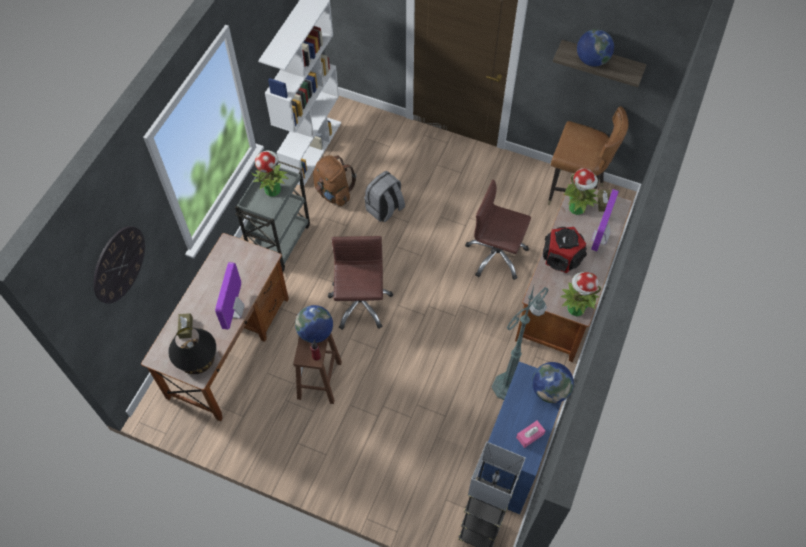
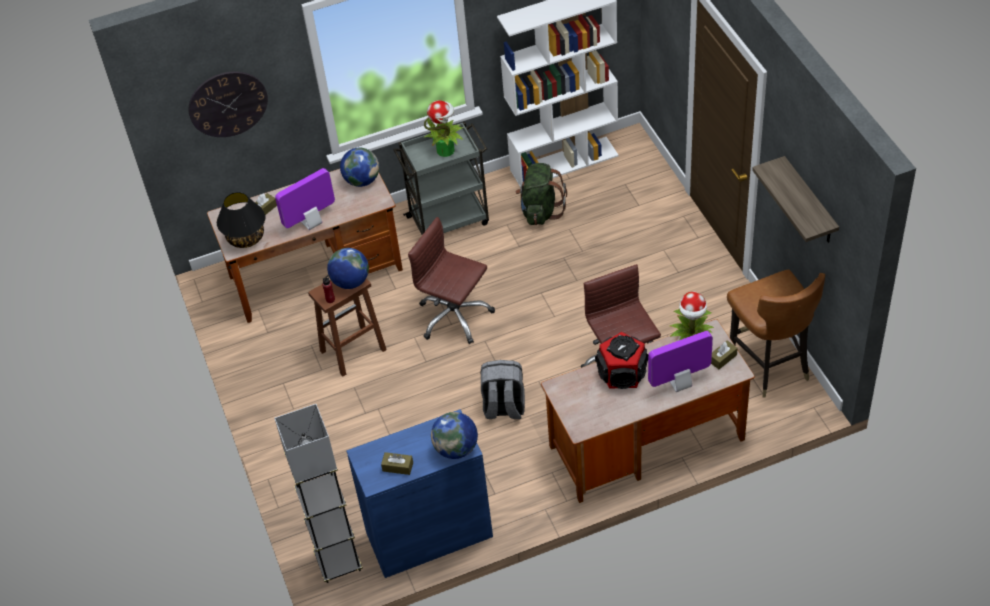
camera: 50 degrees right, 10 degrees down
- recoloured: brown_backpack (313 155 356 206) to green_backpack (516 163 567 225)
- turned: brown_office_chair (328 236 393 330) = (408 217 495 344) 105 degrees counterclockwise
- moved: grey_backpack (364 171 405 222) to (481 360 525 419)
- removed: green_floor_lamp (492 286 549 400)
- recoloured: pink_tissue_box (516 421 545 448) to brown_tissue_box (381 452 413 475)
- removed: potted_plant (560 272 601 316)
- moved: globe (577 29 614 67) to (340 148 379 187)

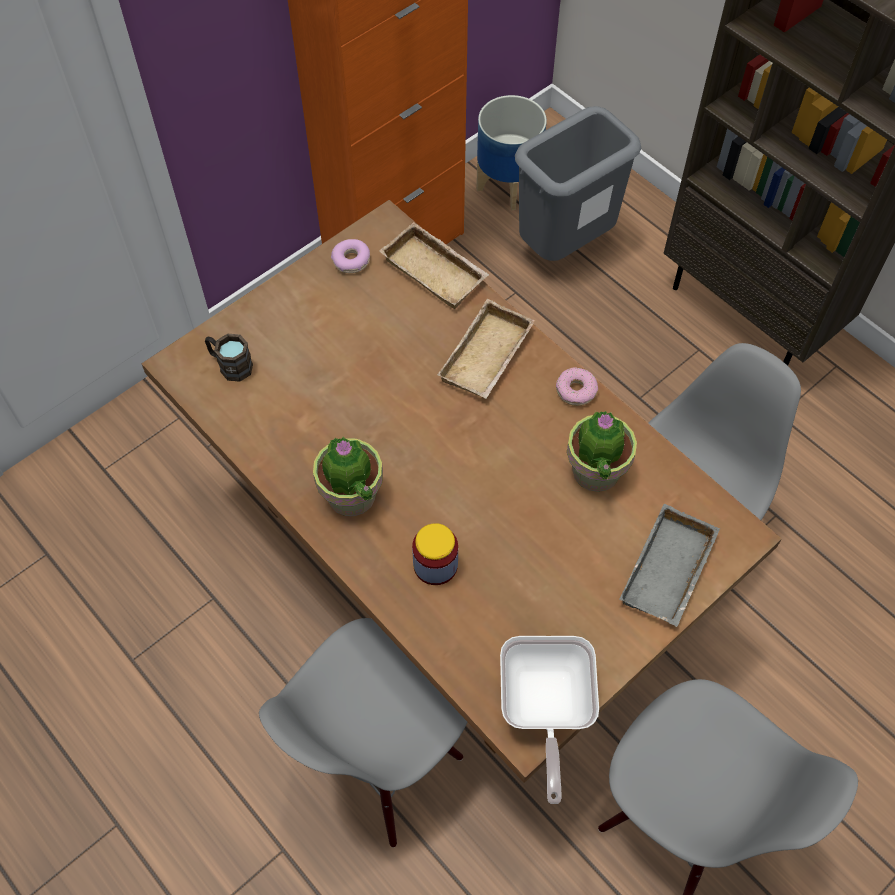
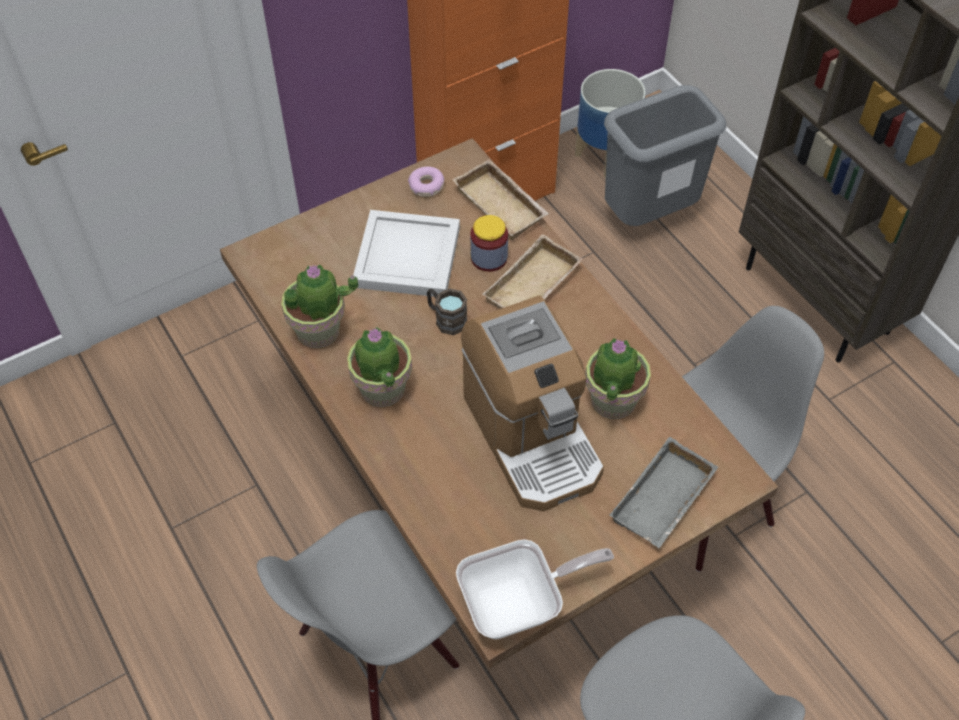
camera: 10 degrees right, 5 degrees down
- moved: brown_mug (205 334 253 382) to (427 288 467 335)
- moved: jar (412 523 458 585) to (470 215 508 272)
- turned: frying_pan (500 636 599 804) = (456 539 614 639) 120 degrees counterclockwise
- removed: donut (556 367 598 406)
- added: potted_plant (281 265 358 348)
- added: white_tray (353 210 460 297)
- added: coffee_machine (461 296 604 511)

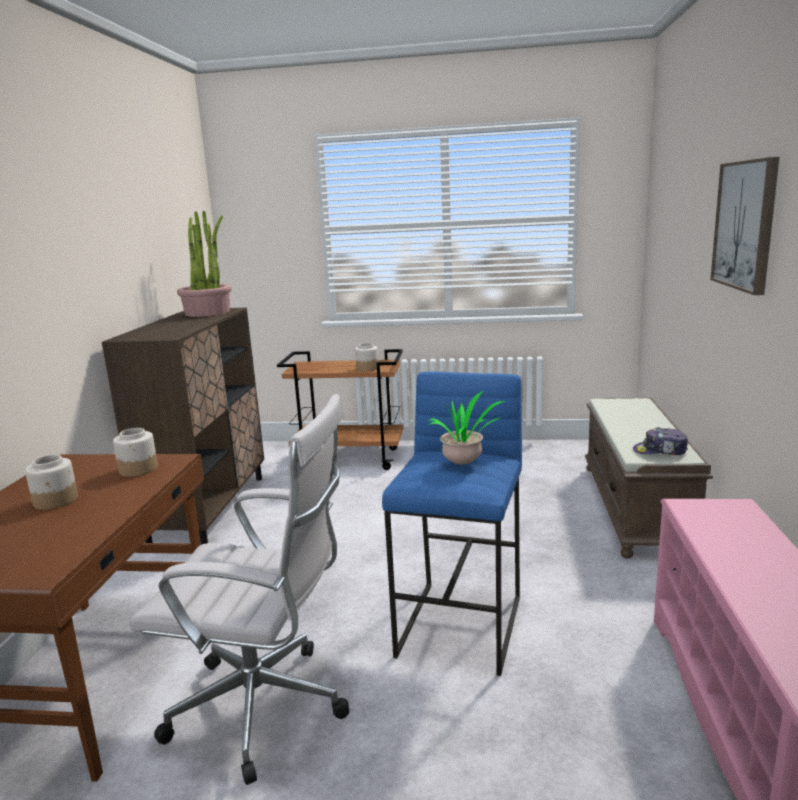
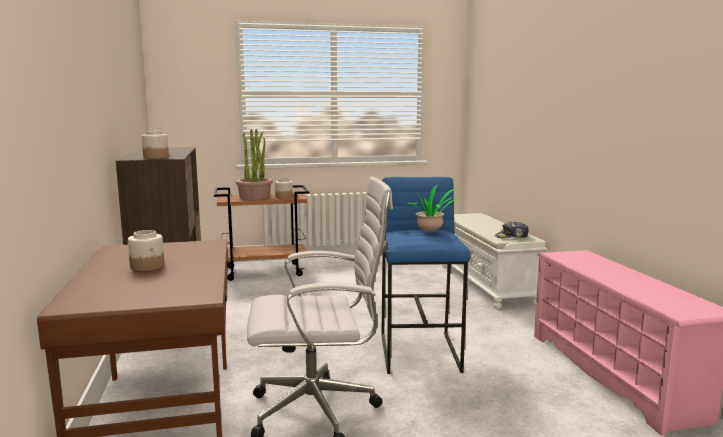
camera: 20 degrees left, 5 degrees down
- moved: jar (113 428 158 477) to (142 131 169 159)
- moved: potted_plant (177 211 232 317) to (236 129 273 200)
- recoloured: brown_bench (585 397 713 559) to white_bench (442 213 548 309)
- removed: picture (710 157 779 295)

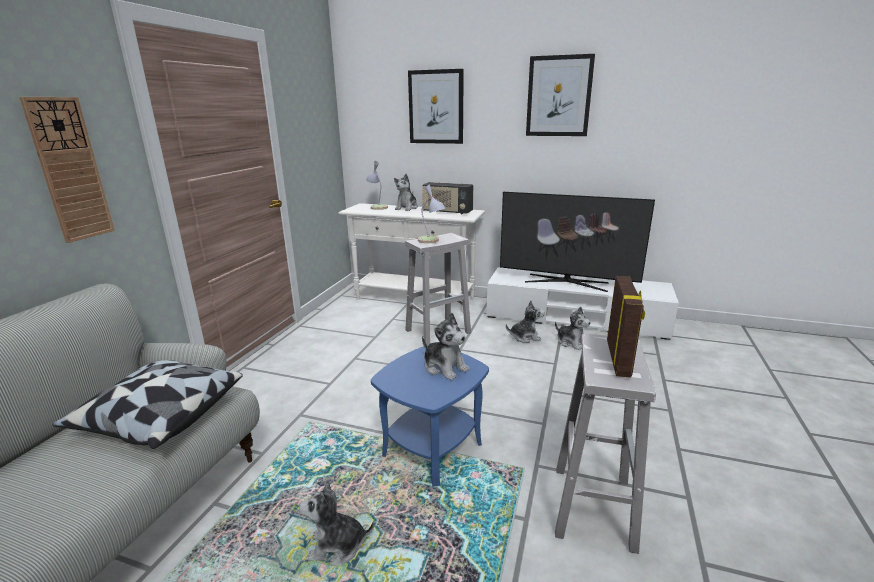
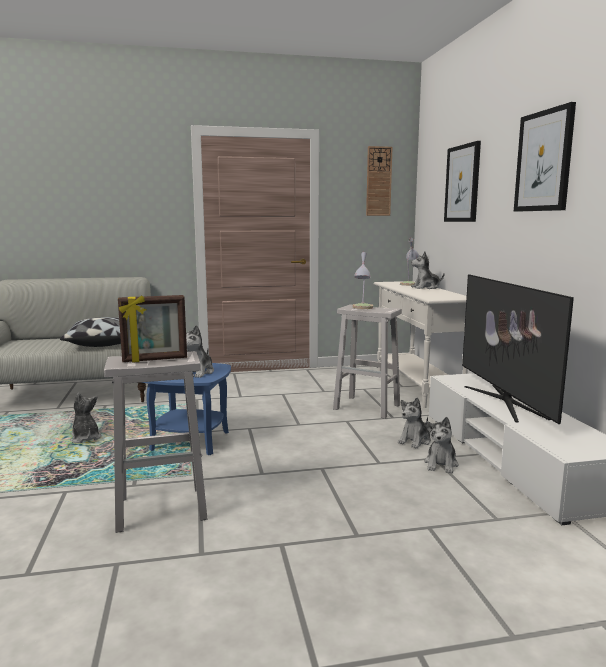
camera: 60 degrees right, 10 degrees down
- moved: wall_clock (19 97 115 243) to (366 146 393 216)
- removed: radio (422 182 473 215)
- turned: plush_toy (506 301 545 343) = (398 397 431 448) 75 degrees clockwise

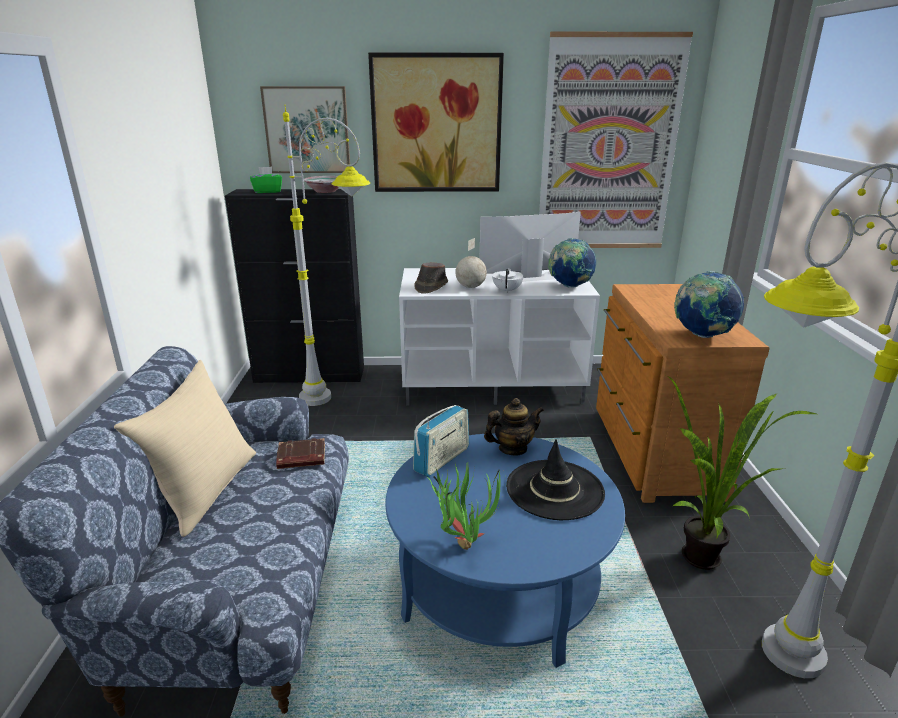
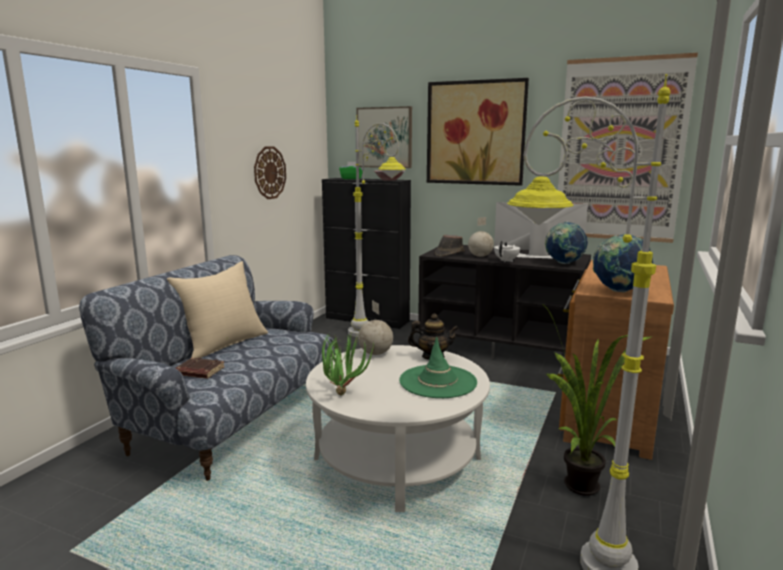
camera: 25 degrees right, 10 degrees down
- moved: brown_book (276 438 325 469) to (176 358 225 379)
- recoloured: blue_coffee_table (386 433 625 668) to white_coffee_table (306 345 490 512)
- recoloured: white_tv_stand (399 268 600 405) to black_tv_stand (418 245 591 359)
- replaced: radio (413 405 469 477) to globe (358 300 393 355)
- recoloured: black_hat (506 439 605 520) to green_hat (399 337 477 398)
- added: wall_clock (254 146 286 199)

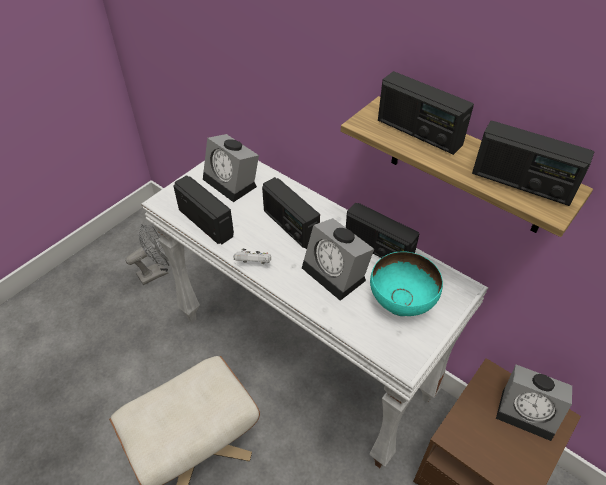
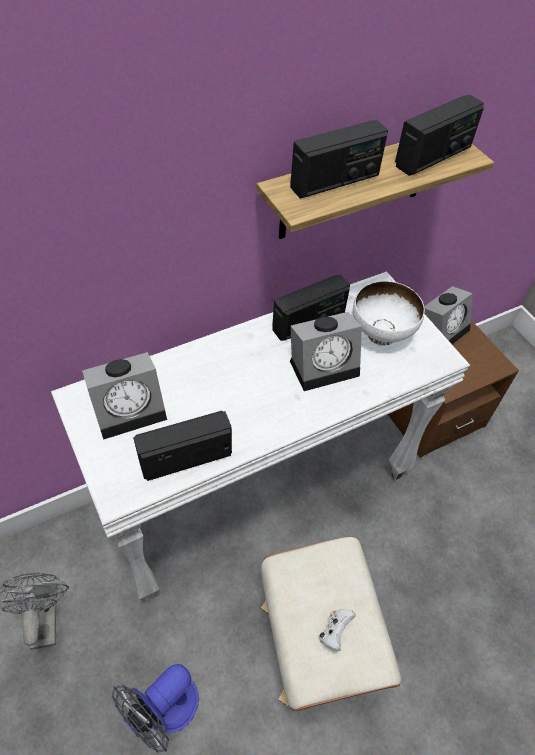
camera: 70 degrees left, 5 degrees up
- moved: white_game_controller (234 248 271 264) to (319 609 356 651)
- removed: radio (262 177 320 249)
- recoloured: turquoise_bowl (370 251 443 316) to white_bowl (353 281 425 346)
- added: fan (112 664 199 753)

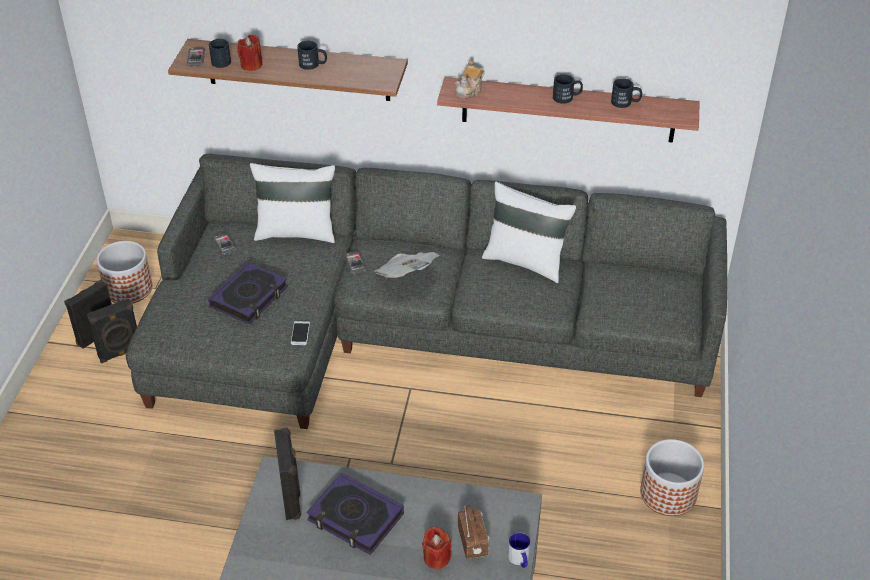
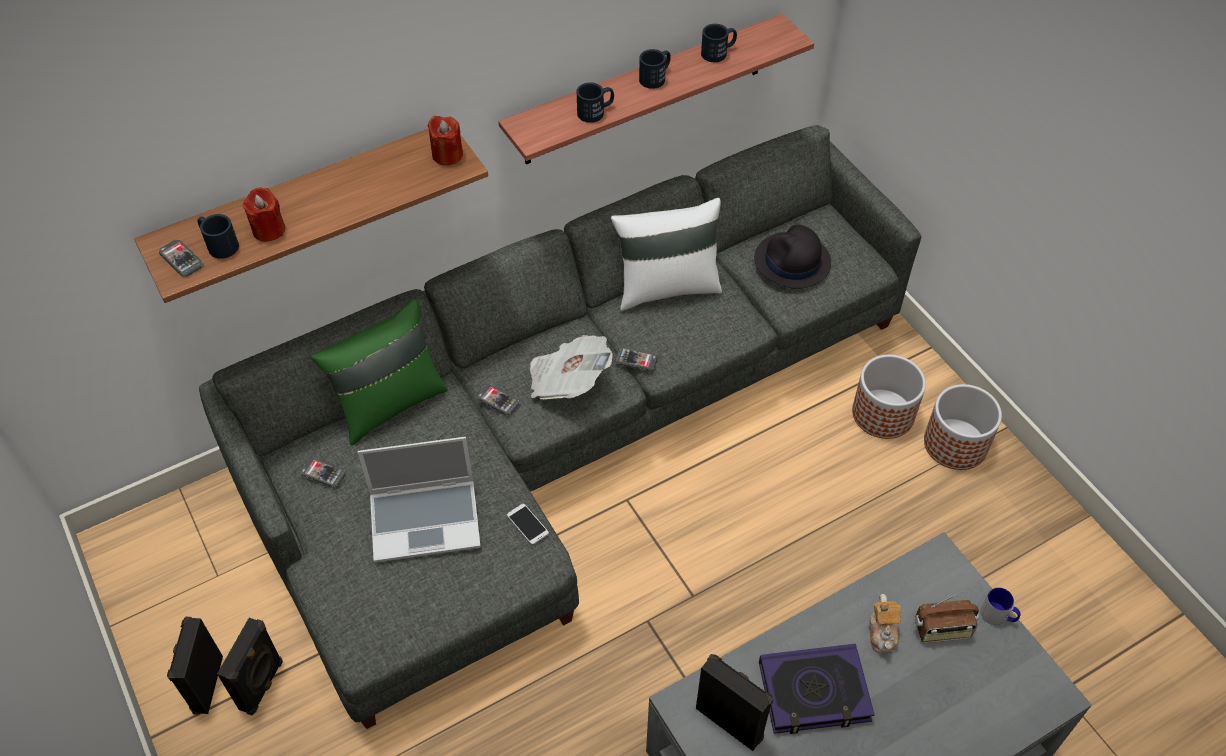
camera: 40 degrees left, 10 degrees up
- moved: planter (96 241 153 304) to (852 354 926 439)
- replaced: book (208 262 288 324) to laptop (358 437 481 563)
- recoloured: white_pillow (250 163 335 243) to green_pillow (310 299 448 445)
- moved: black_mug (297 41 327 70) to (576 82 614 123)
- moved: red_candle (422 526 451 569) to (427 116 463 166)
- moved: teapot (455 60 484 99) to (869 594 901 654)
- turned: radio (458 505 489 559) = (915 591 979 643) 135 degrees clockwise
- added: phone (615 347 657 371)
- added: black_hat (754 225 831 289)

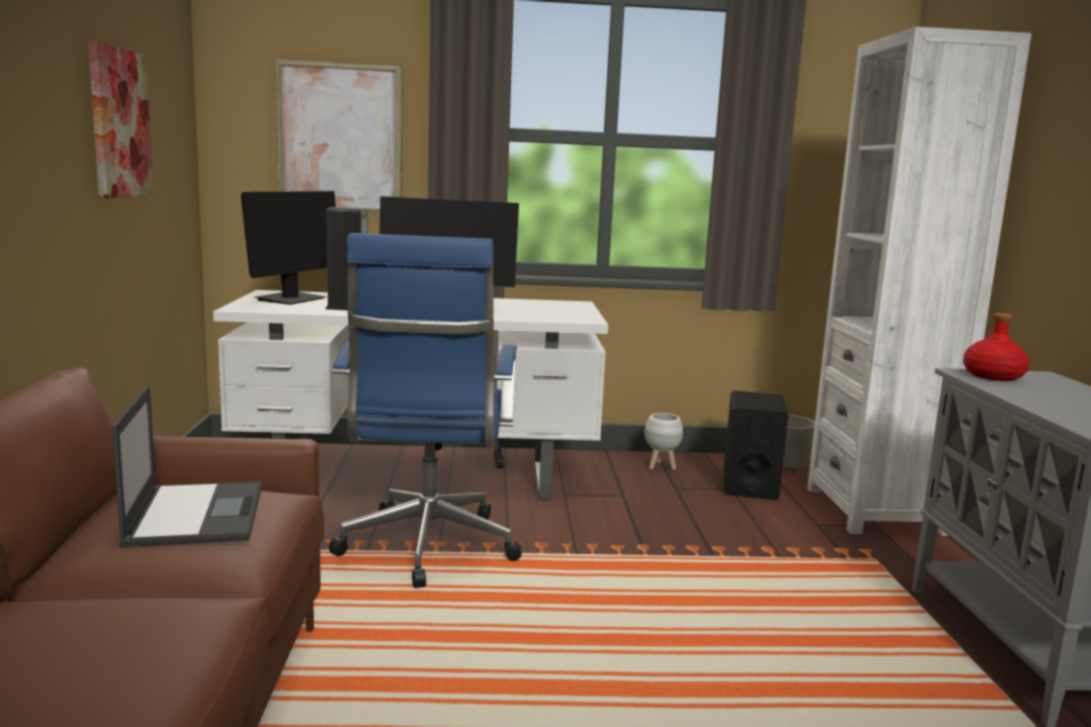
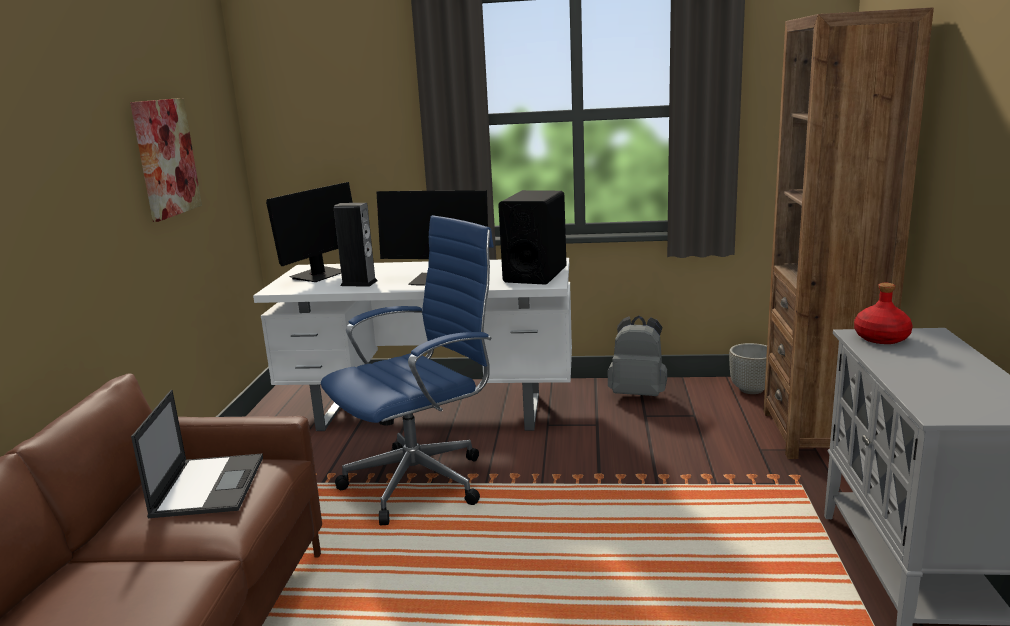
camera: 10 degrees right, 5 degrees up
- removed: picture (275 59 403 214)
- turned: blue_office_chair (329 233 521 588) = (321 215 494 525) 135 degrees counterclockwise
- replaced: white_planter (644 413 683 470) to grey_backpack (607 316 667 396)
- moved: black_speaker (724 391 788 500) to (498 190 566 285)
- recoloured: white_bookcase (807 27 1032 536) to brown_bookcase (763 7 934 459)

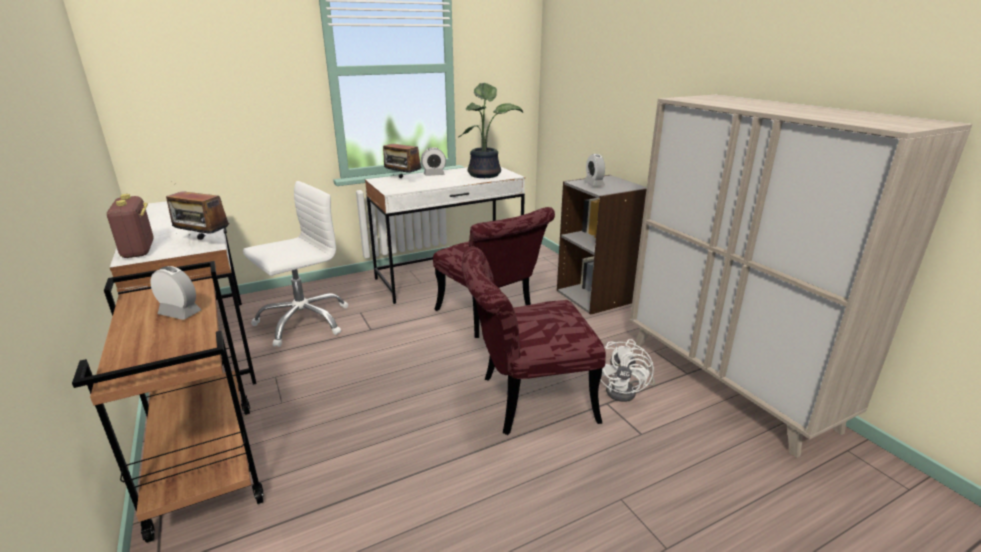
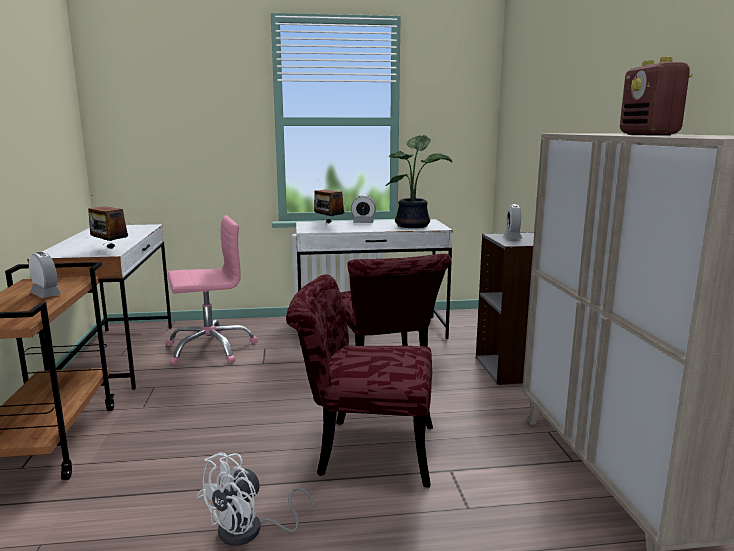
camera: 20 degrees right, 10 degrees down
- moved: radio (107 194 153 258) to (620 57 693 135)
- recoloured: white_office_chair (243 181 348 347) to pink_office_chair (166 215 258 365)
- moved: white_fan (601 339 655 402) to (197 452 315 546)

